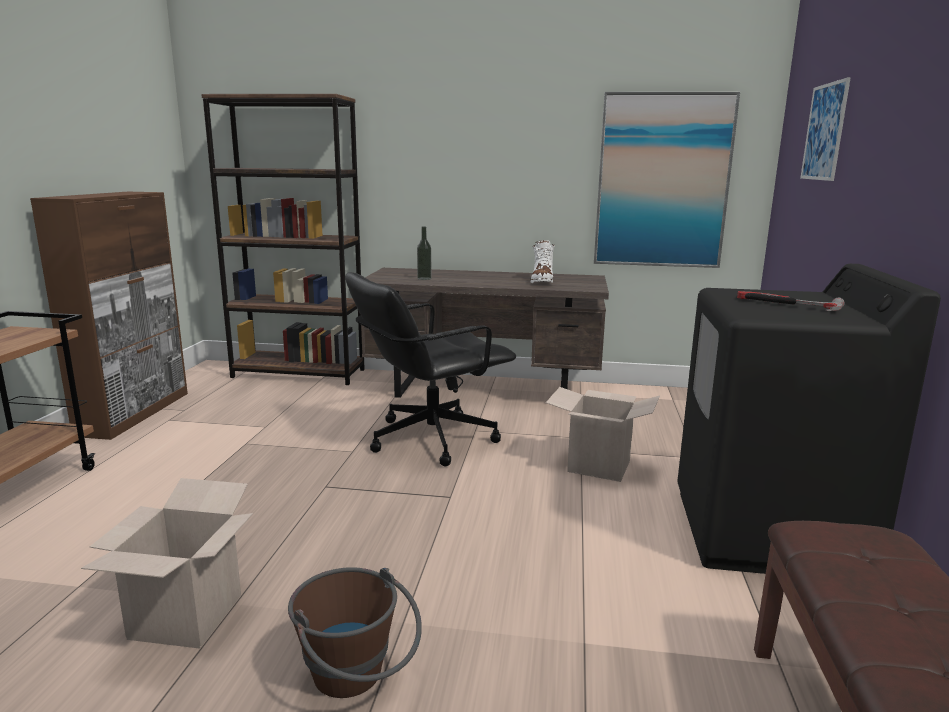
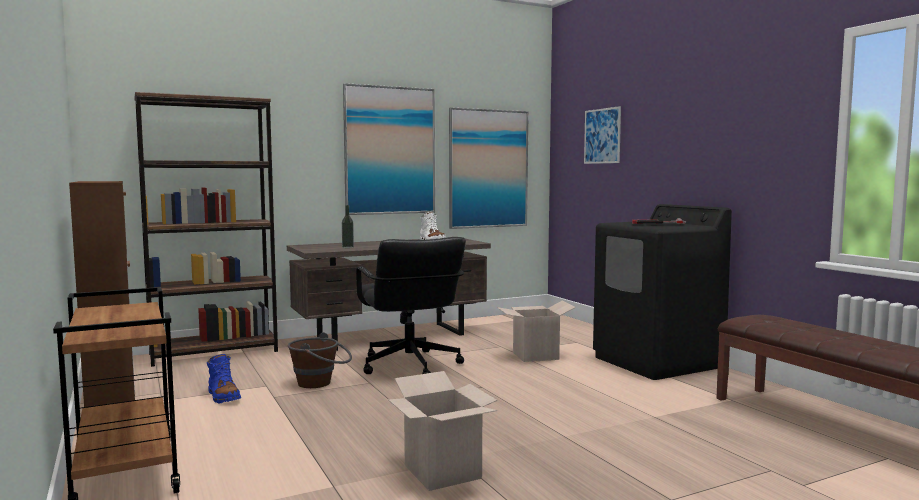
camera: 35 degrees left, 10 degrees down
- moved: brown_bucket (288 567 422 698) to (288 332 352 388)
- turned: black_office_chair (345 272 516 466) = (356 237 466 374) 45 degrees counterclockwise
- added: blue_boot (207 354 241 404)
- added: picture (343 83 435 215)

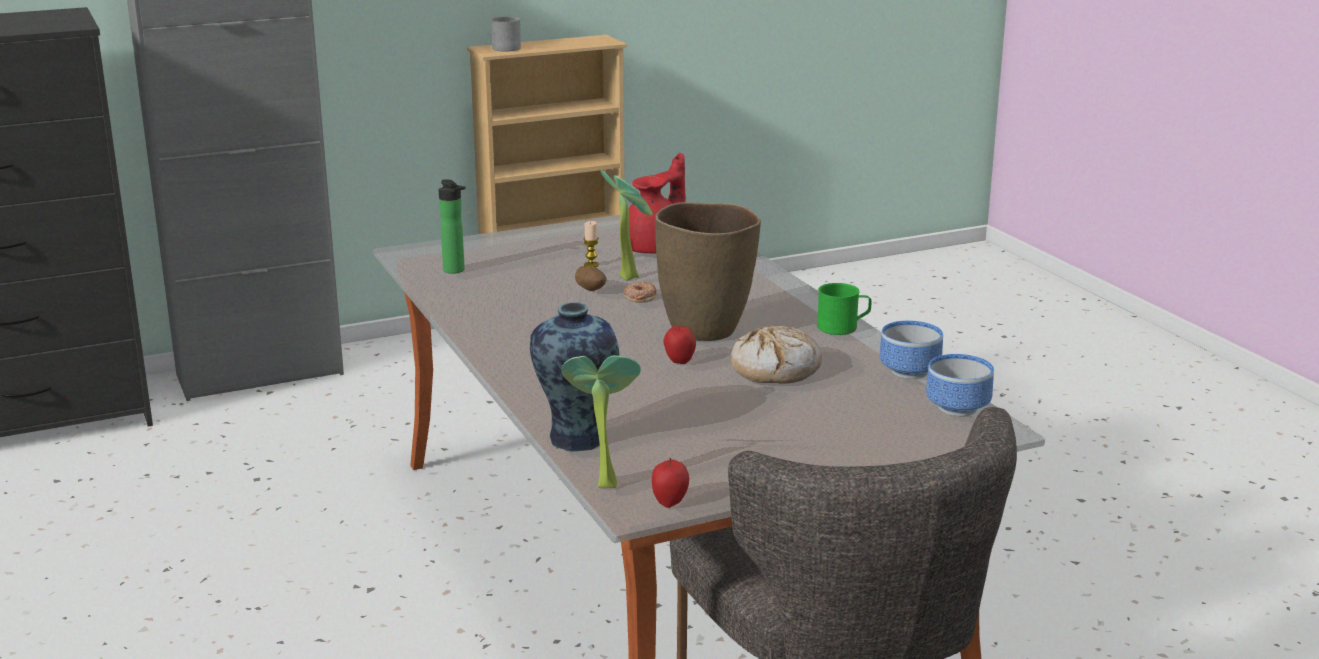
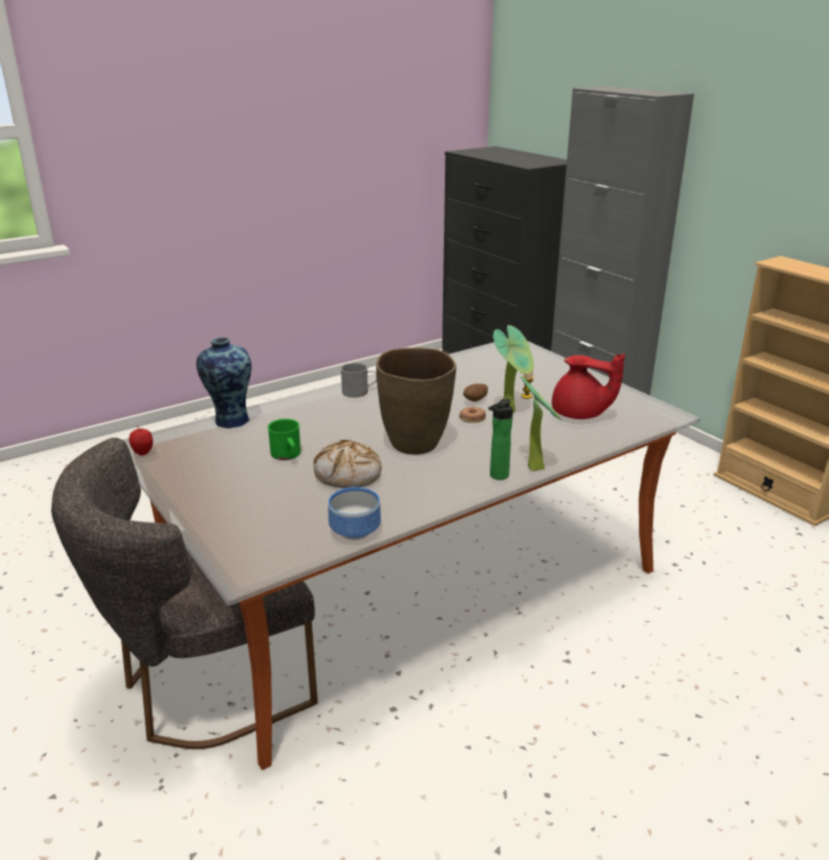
camera: 80 degrees right, 5 degrees up
- moved: bottle (439 179 465 274) to (488 399 513 480)
- moved: grey_mug (490 16 521 52) to (340 362 377 397)
- moved: potted_plant (561 355 641 488) to (520 376 562 471)
- removed: apple (664 322 696 364)
- moved: green_mug (817 283 872 335) to (268 419 301 460)
- removed: bowl (926 354 994 416)

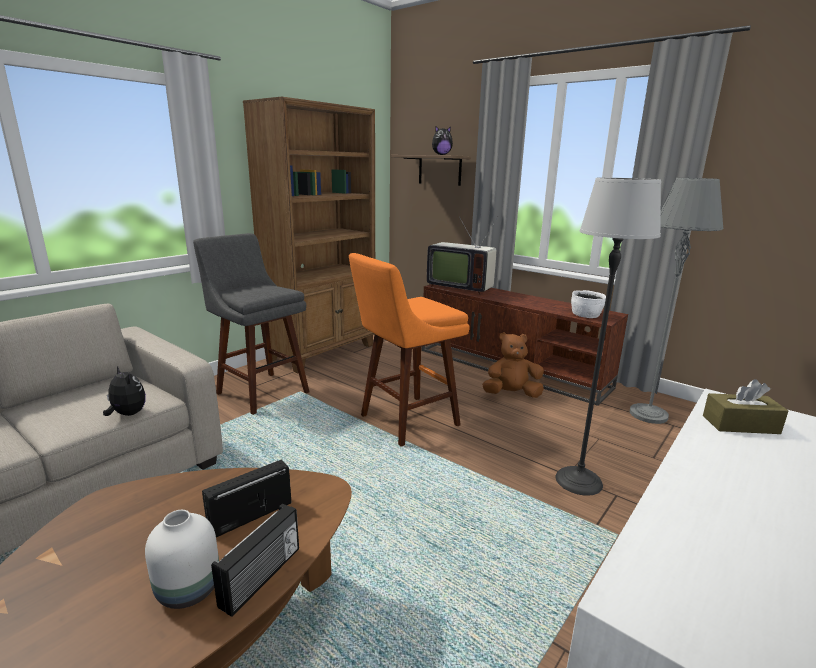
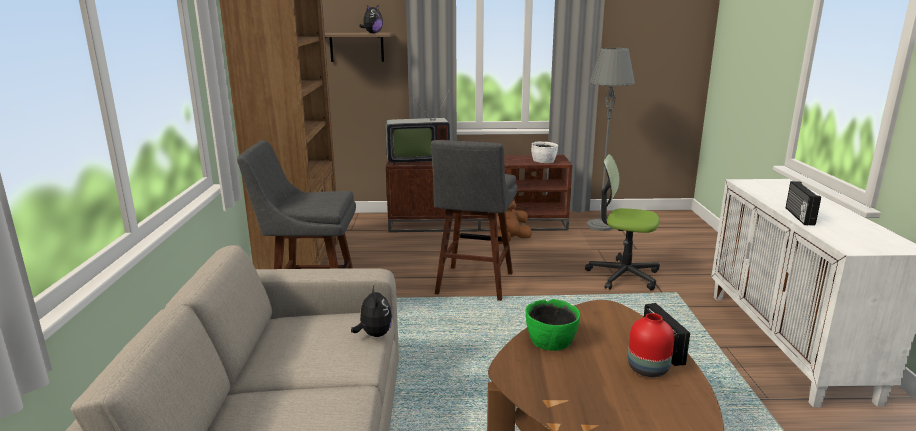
camera: 40 degrees left, 0 degrees up
- turned: plush_toy (103 367 146 416) = (351 286 392 337) 75 degrees clockwise
- recoloured: white_vase (145 510 219 609) to red_vase (628 313 674 377)
- moved: radio (202 459 291 537) to (786 181 821 226)
- recoloured: orange_stool (349 253 470 447) to grey_stool (431 140 517 301)
- replaced: floor_lamp (555 178 661 496) to office_chair (585 154 660 290)
- removed: brown_tissue_box (703 379 788 434)
- added: green_bowl (525 299 580 351)

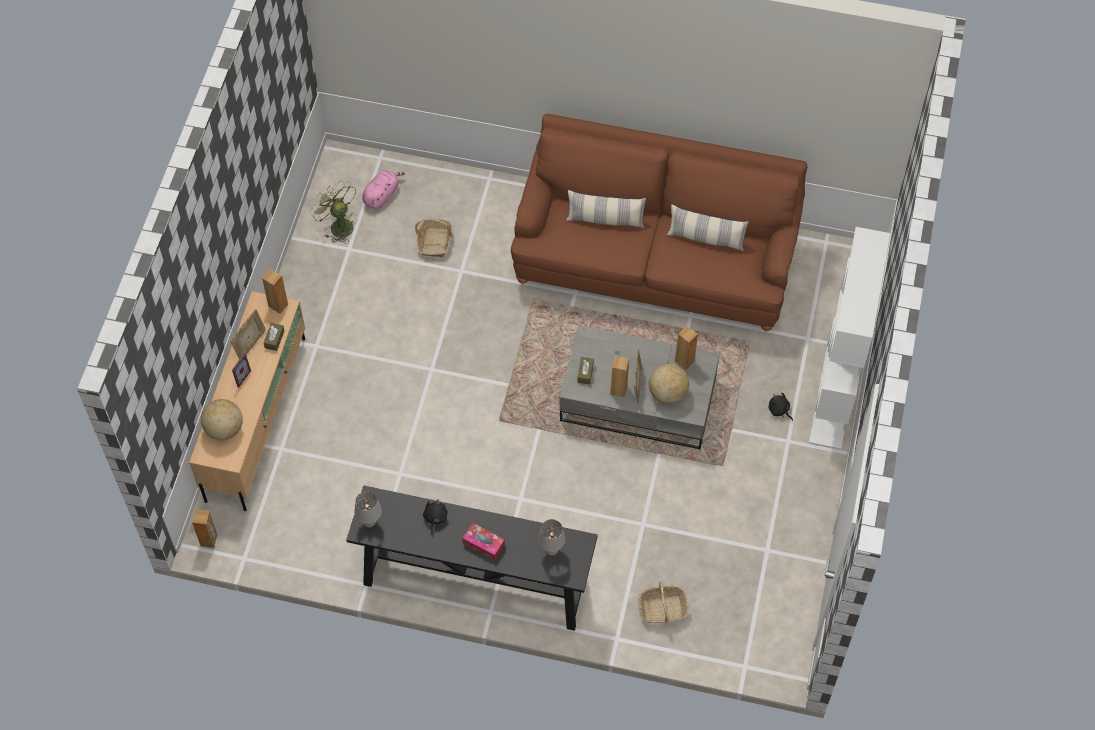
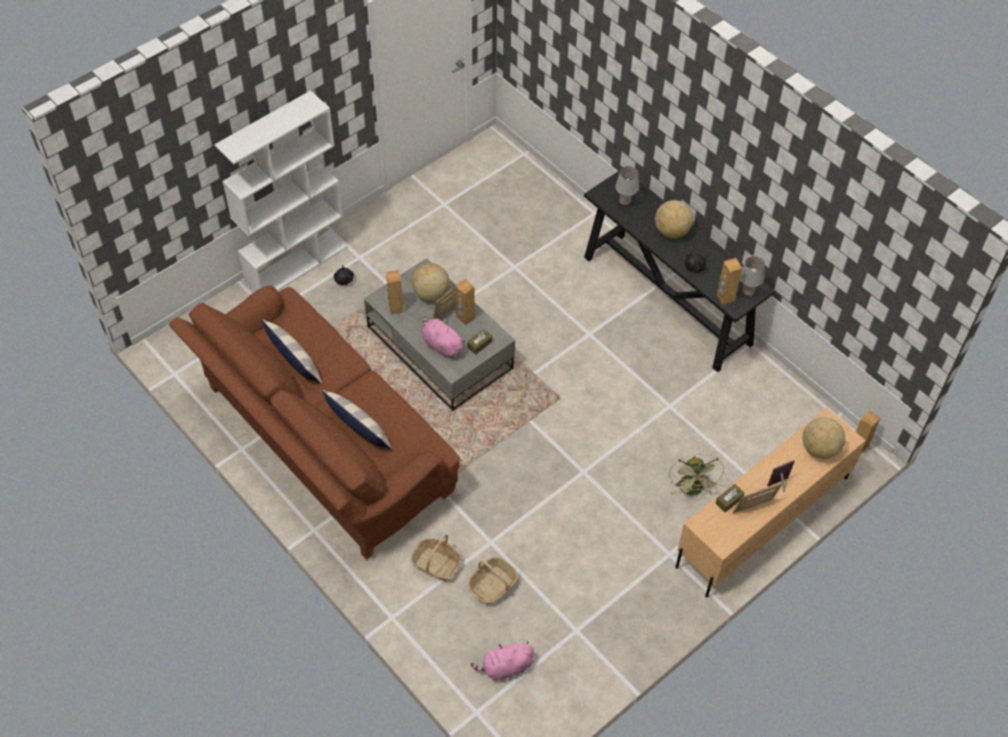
camera: 145 degrees left, 5 degrees down
- moved: brown_speaker (262 269 288 314) to (717 258 742 305)
- moved: green_fan (310 180 356 244) to (669 453 725 497)
- replaced: tissue_box (462 523 505 560) to globe (655 200 693 238)
- moved: basket (638 582 689 623) to (411 534 462 581)
- added: pink_plush_toy (422 316 466 358)

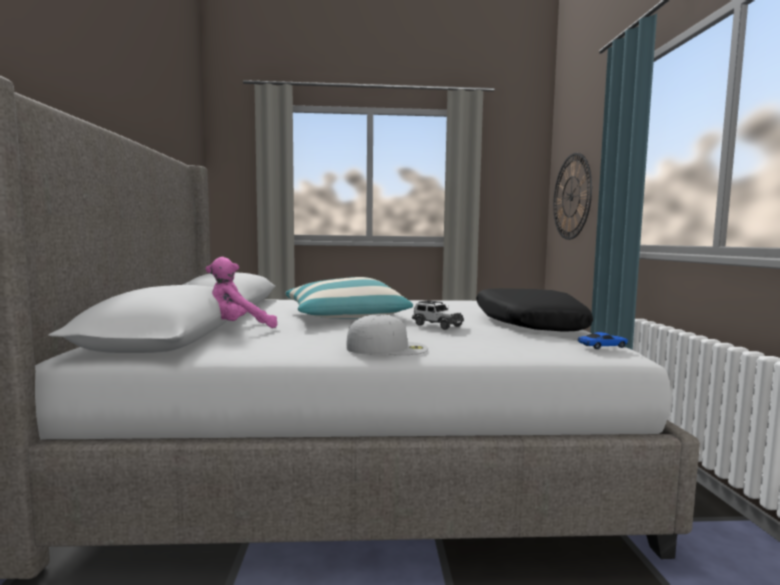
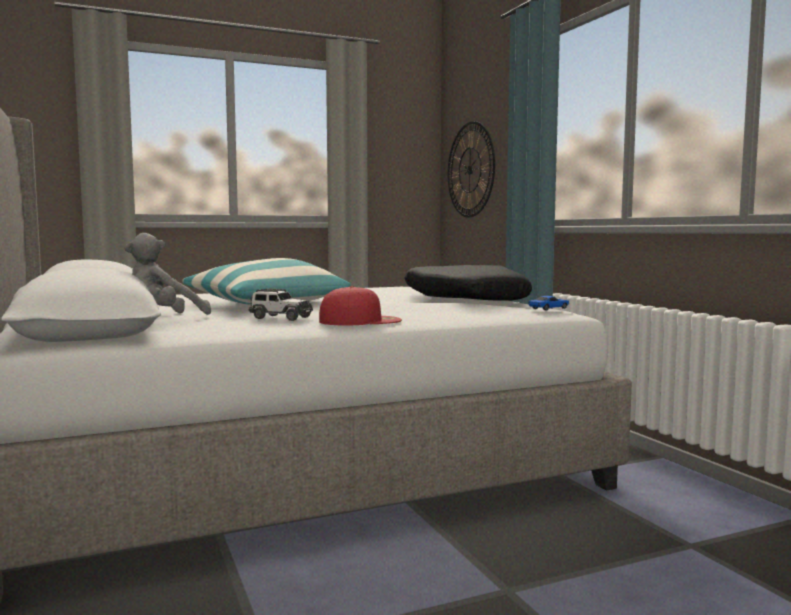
camera: 20 degrees left, 0 degrees up
- recoloured: pink_plush_toy (206 257 278 328) to grey_plush_toy (124 233 211 315)
- recoloured: white_cap (347 314 428 355) to red_cap (319 286 402 325)
- moved: toy_car (412 300 464 330) to (249 288 313 321)

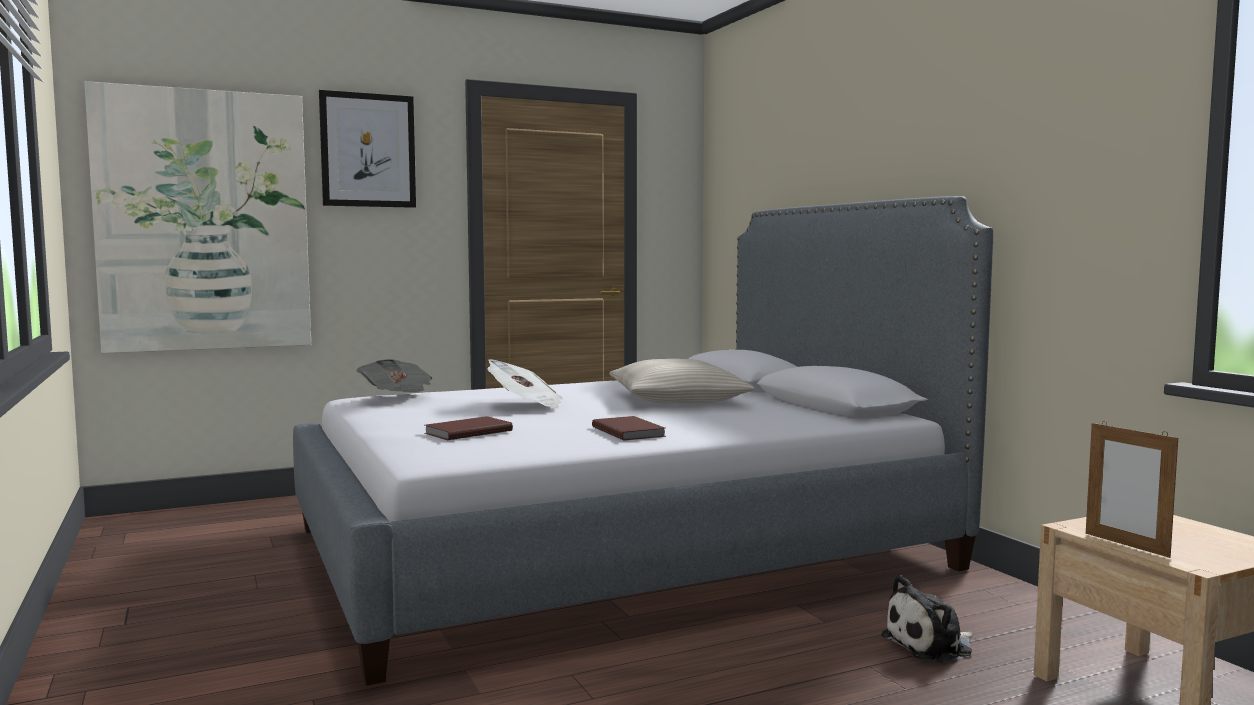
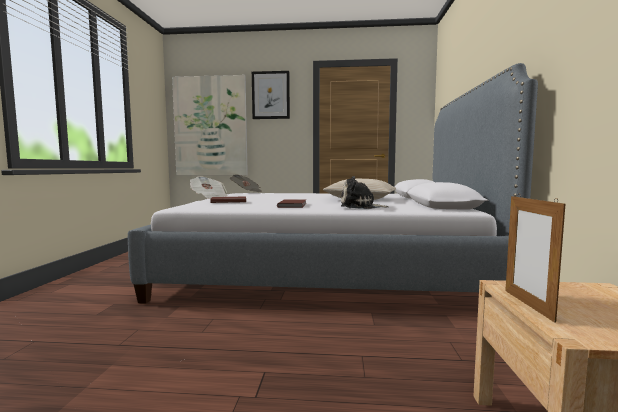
camera: 30 degrees right, 0 degrees up
- moved: newspaper (488 359 563 409) to (190 176 228 199)
- moved: plush_toy (881 575 973 662) to (341 176 389 209)

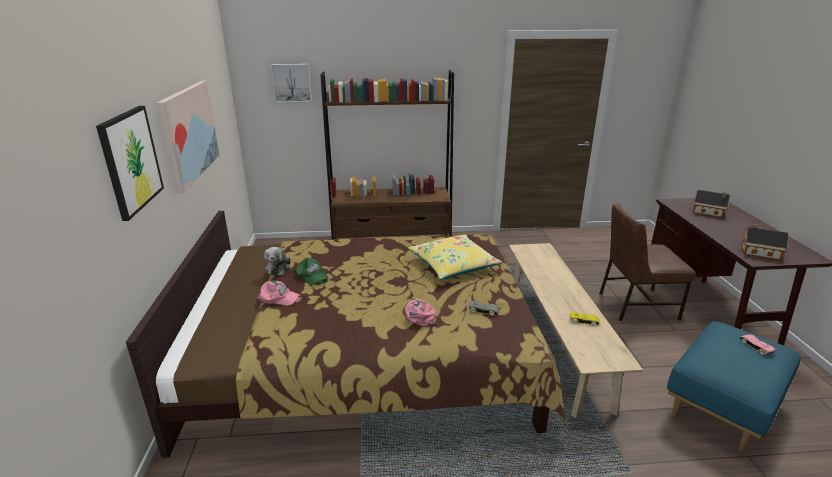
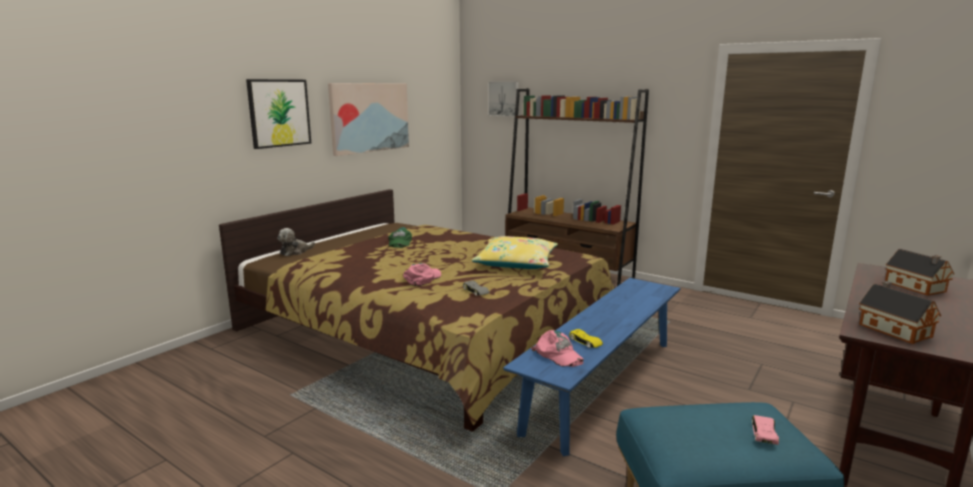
camera: 40 degrees right, 10 degrees down
- moved: pink_cap (255 280 302 306) to (531 330 584 367)
- moved: plush_toy (264 247 291 275) to (277 228 315 256)
- recoloured: beige_bench (509 243 643 418) to blue_bench (503 278 681 456)
- removed: brown_chair (599 203 696 321)

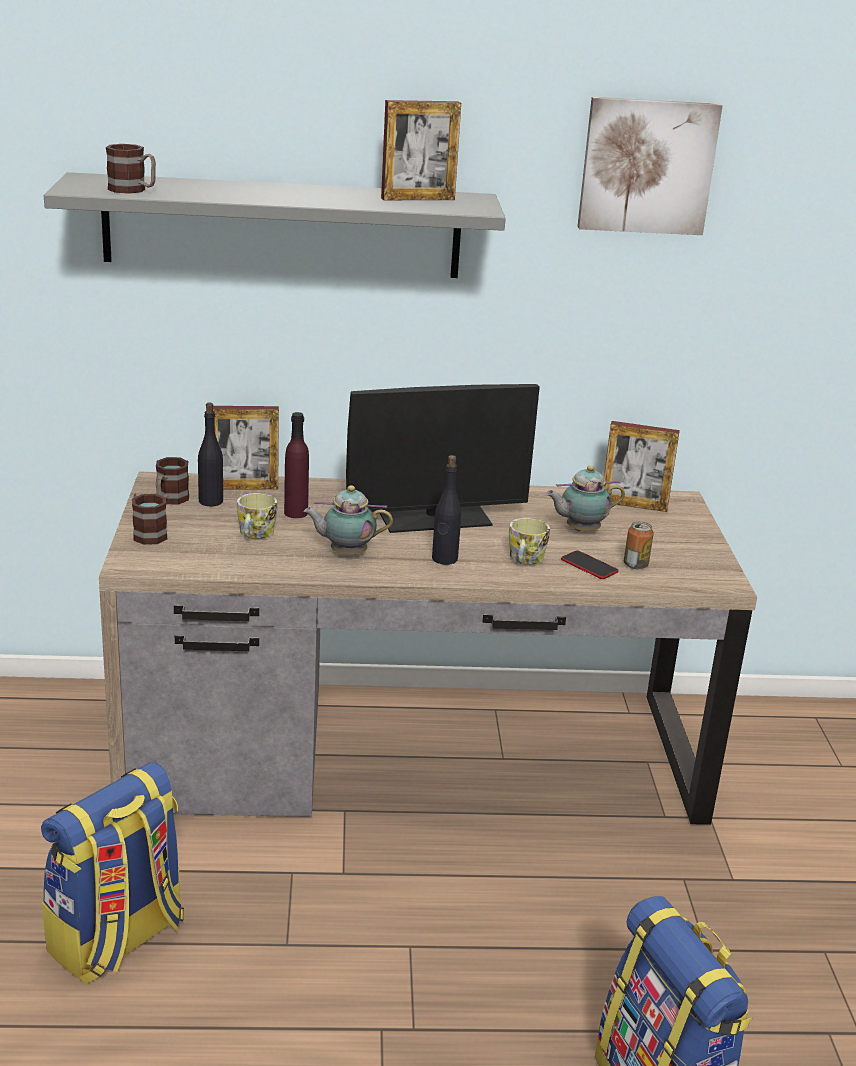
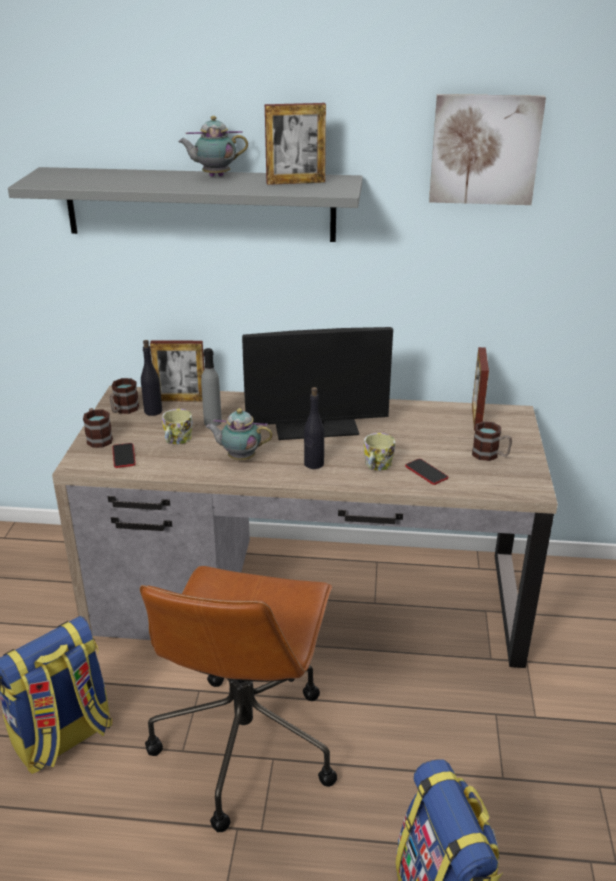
camera: 10 degrees right, 5 degrees up
- moved: mug (106 144 156 194) to (472 421 512 461)
- recoloured: purple_bottle (284 412 309 518) to grey_bottle (201 348 222 426)
- moved: teapot (546 465 625 531) to (178 116 248 177)
- turned: picture_frame (604 421 680 512) = (472 347 489 431) 75 degrees clockwise
- removed: can (624 521 654 569)
- added: phone (112 443 136 468)
- added: brown_office_chair (140 566 337 832)

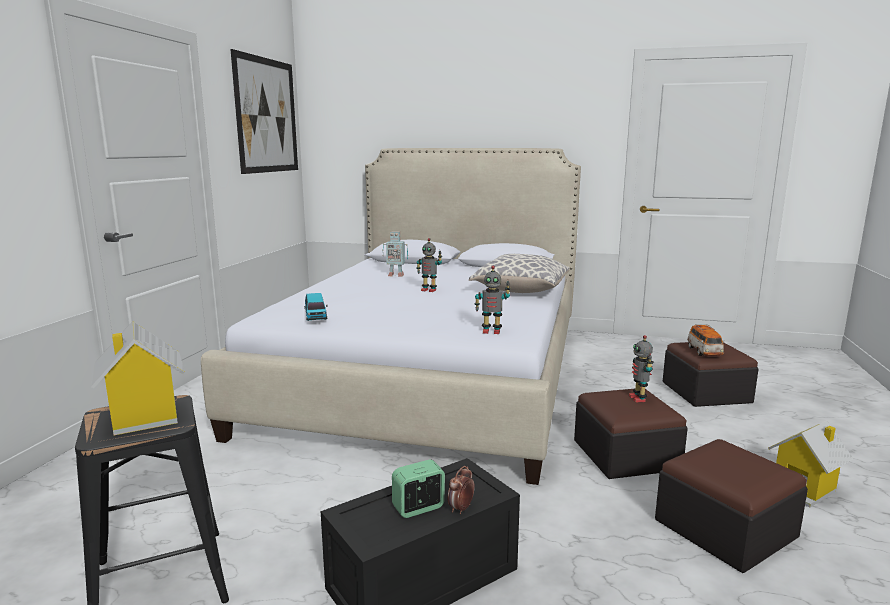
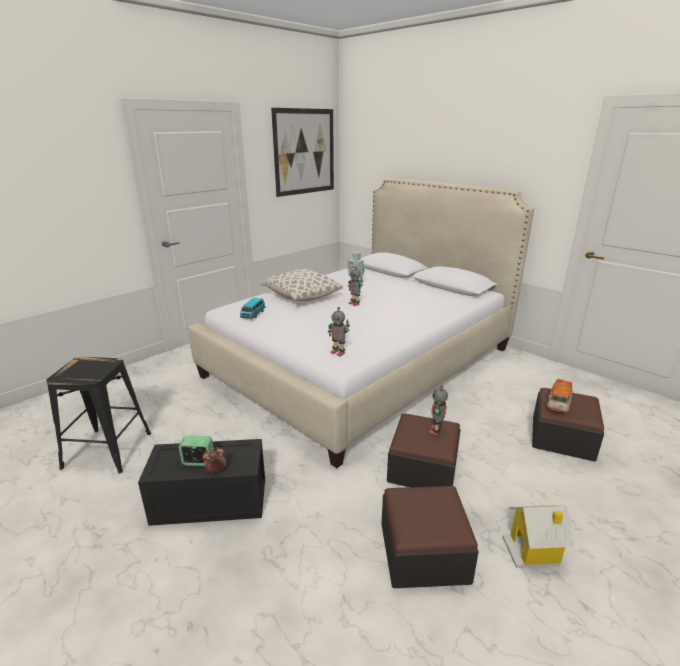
camera: 30 degrees right, 10 degrees up
- removed: toy_house (91 321 185 435)
- moved: pillow (469 254 569 293) to (261 269 343 301)

